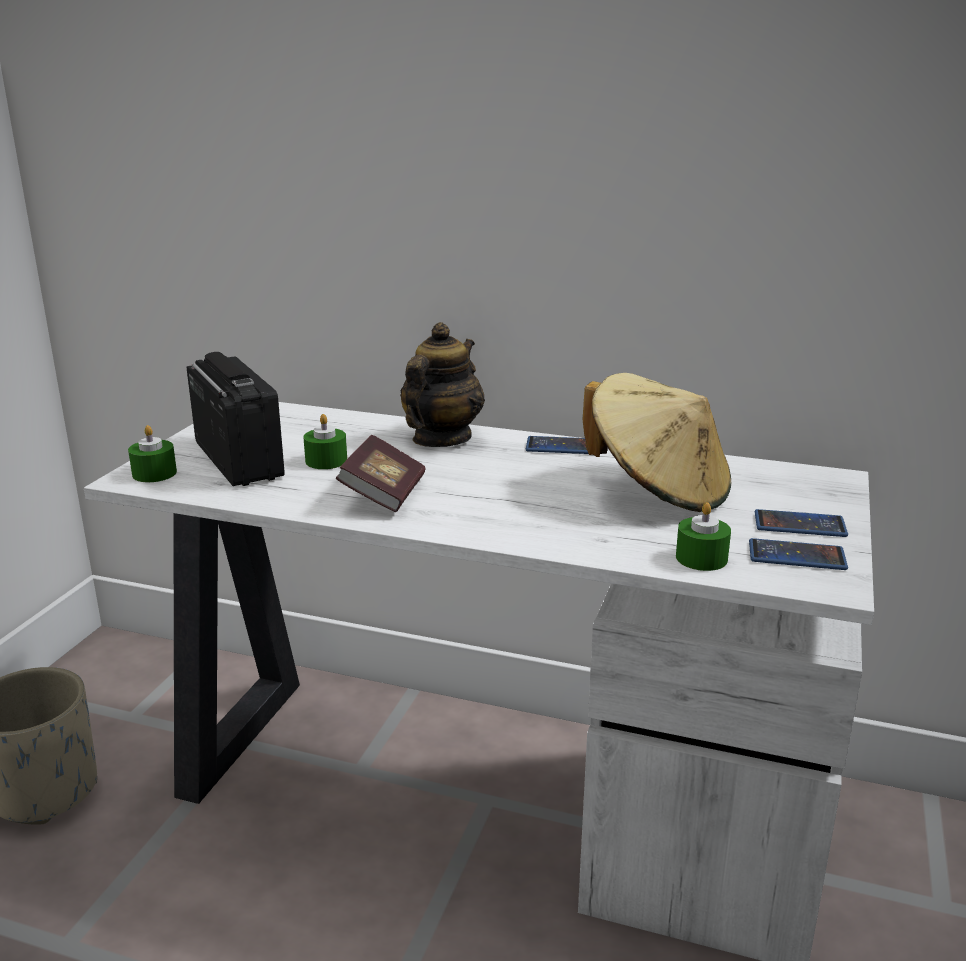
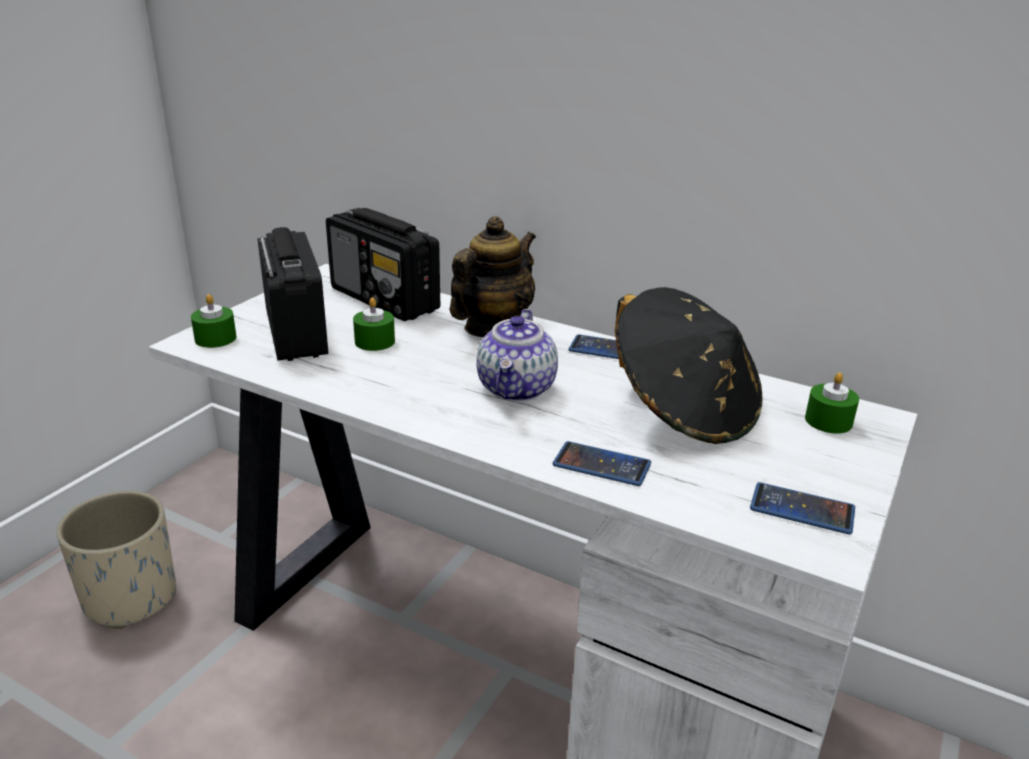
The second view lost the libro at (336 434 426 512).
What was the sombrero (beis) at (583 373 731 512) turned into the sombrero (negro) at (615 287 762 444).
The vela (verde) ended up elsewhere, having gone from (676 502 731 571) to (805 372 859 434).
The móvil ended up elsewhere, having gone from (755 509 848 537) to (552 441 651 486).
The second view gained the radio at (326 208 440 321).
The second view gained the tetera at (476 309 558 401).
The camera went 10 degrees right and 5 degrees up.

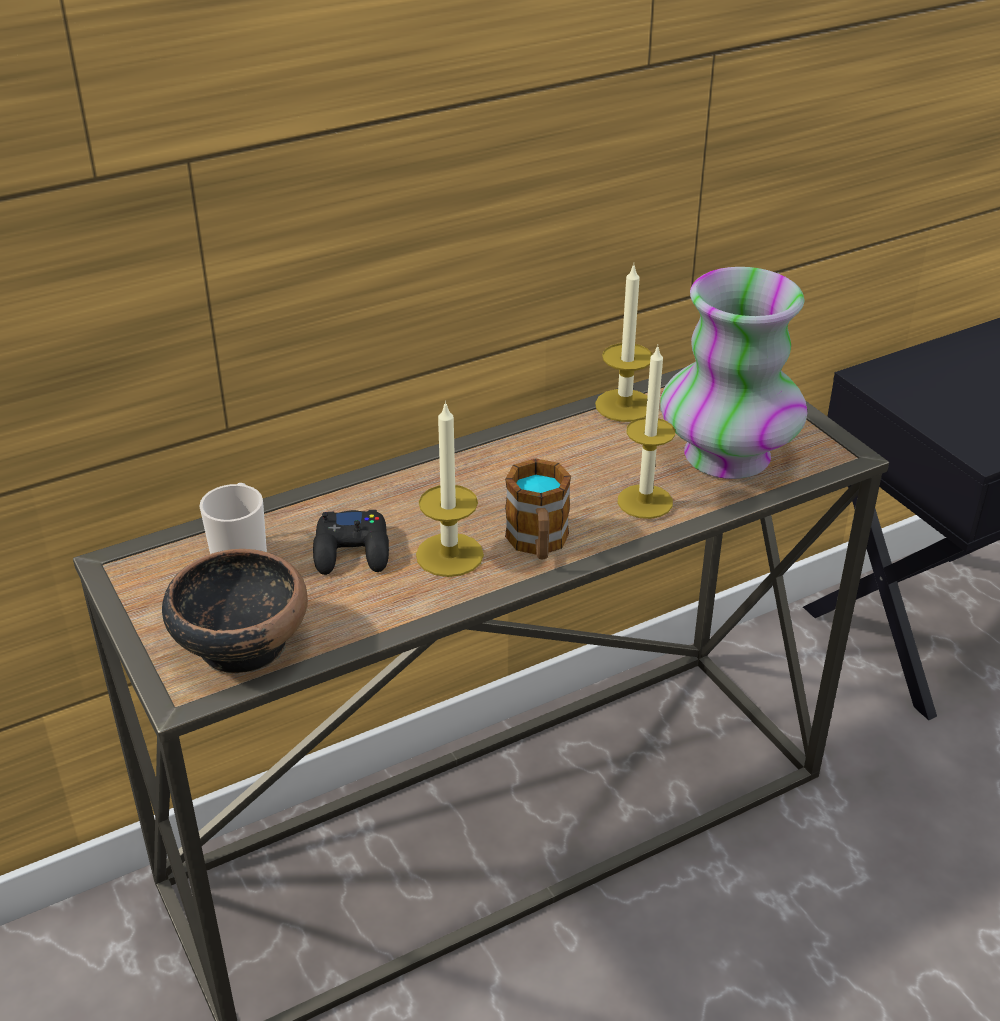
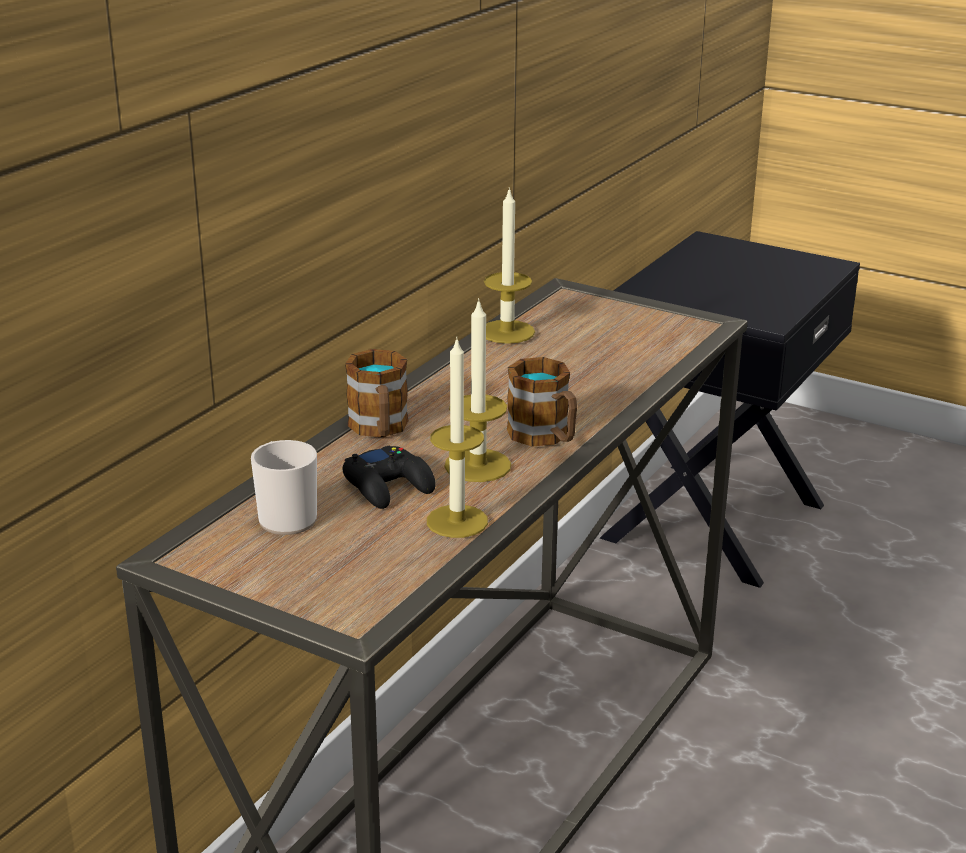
The second view lost the cuenco at (162 549 308 674).
The vela ended up elsewhere, having gone from (618 344 675 519) to (427 337 488 538).
The second view lost the florero at (660 267 807 479).
The second view gained the taza grande at (345 349 408 437).
The camera went 30 degrees left and 10 degrees down.

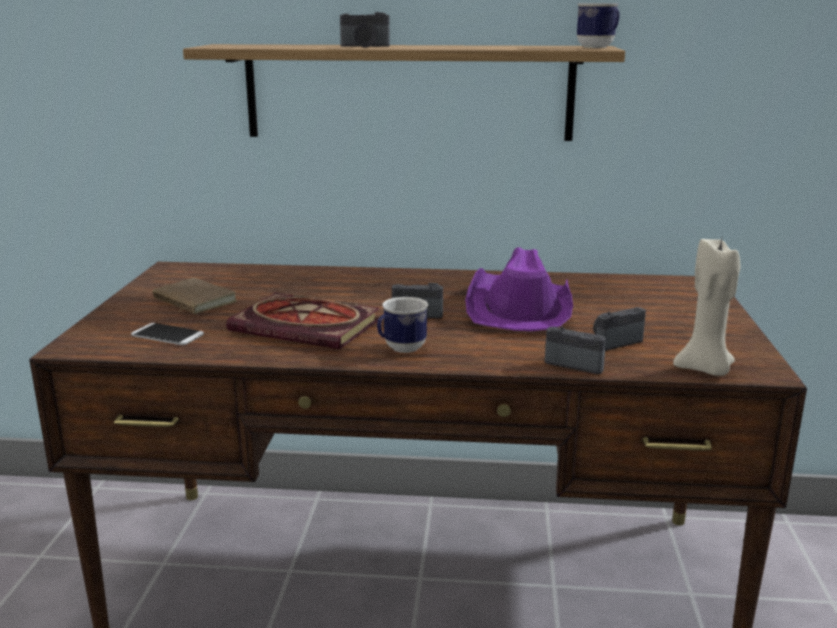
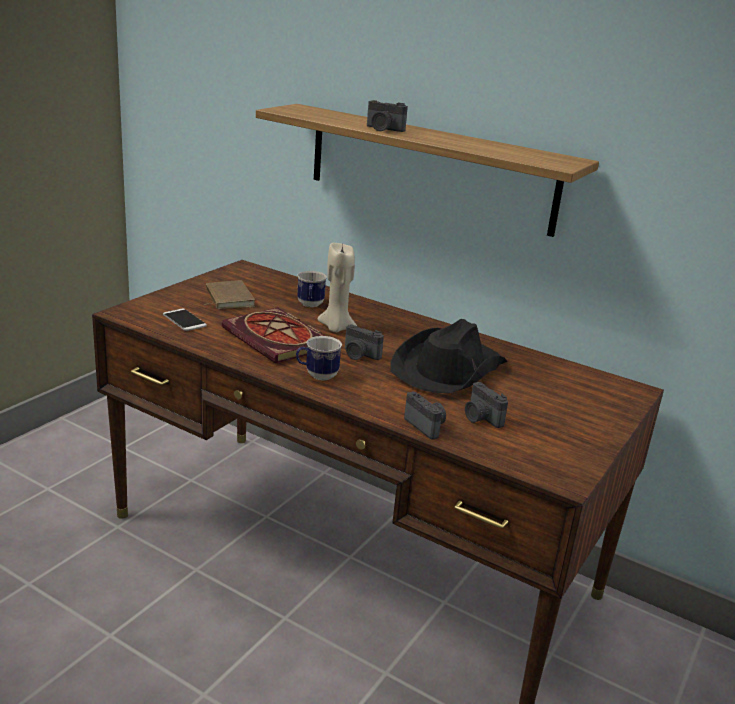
What was the sombrero (morado) at (465 247 573 331) turned into the sombrero (negro) at (390 319 507 393).
The taza grande ended up elsewhere, having gone from (577 3 620 48) to (297 271 327 307).
The cámara at (593 307 646 351) ended up facing another way, 120 degrees counterclockwise from before.
The vela (beis) ended up elsewhere, having gone from (673 239 740 376) to (318 243 357 332).
The camera went 25 degrees right and 5 degrees up.

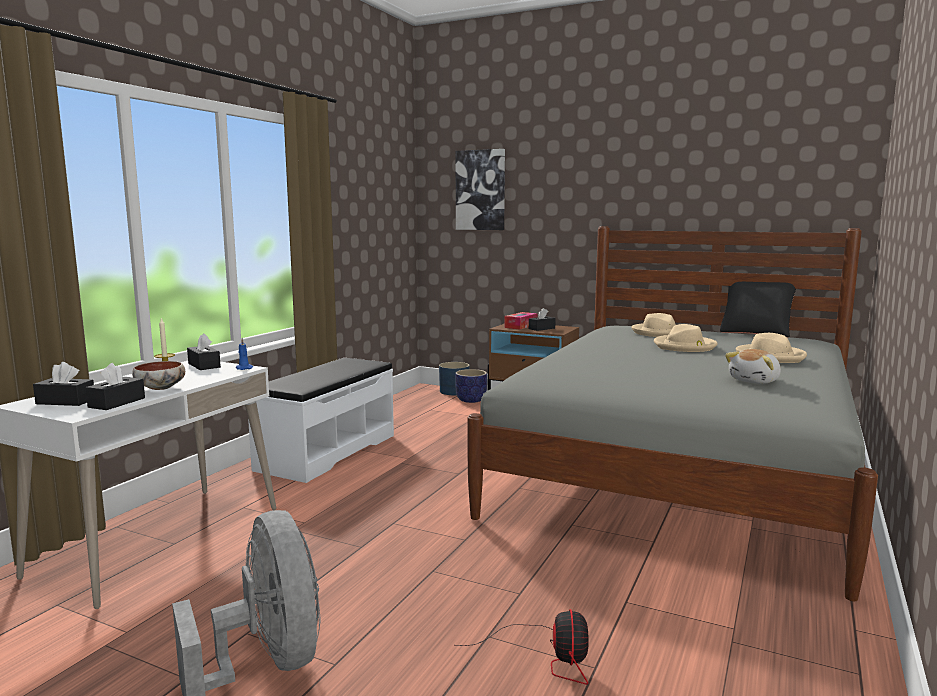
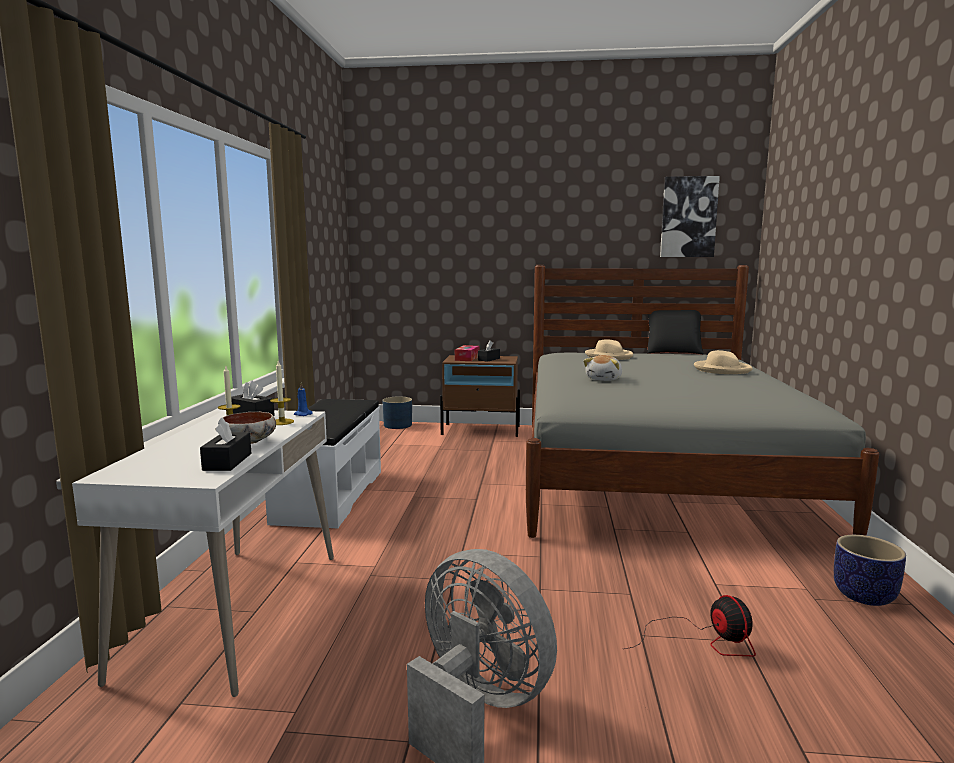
The second view lost the caja de pañuelos (negro) at (33 362 94 406).
The maceta ended up elsewhere, having gone from (455 369 487 403) to (834 535 906 606).
The cuadro ended up elsewhere, having gone from (456 149 505 230) to (660 176 720 257).
The second view lost the sombrero (beis) at (654 324 717 352).
The peluche ended up elsewhere, having gone from (725 349 781 384) to (583 355 622 381).
The second view gained the vela at (270 361 294 425).
The camera went 20 degrees left and 0 degrees up.

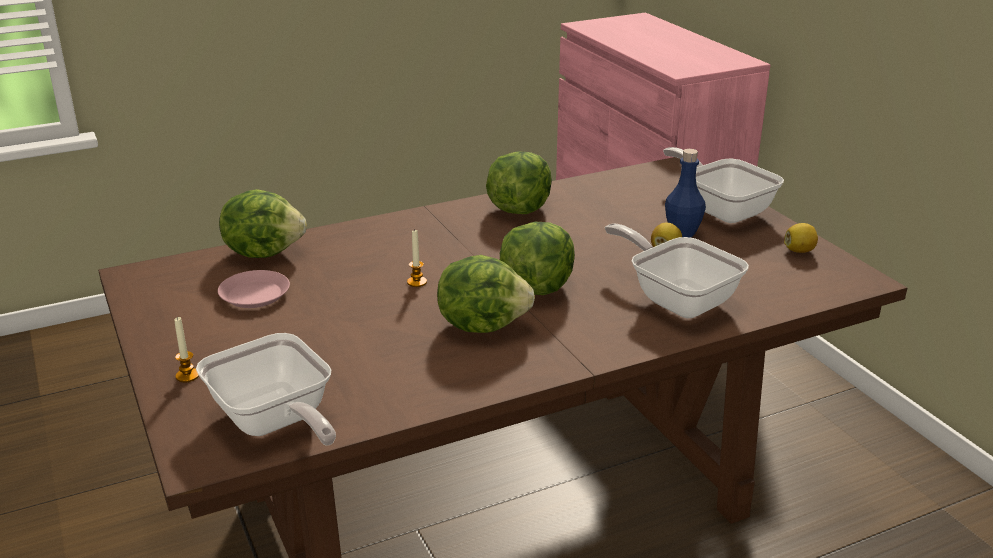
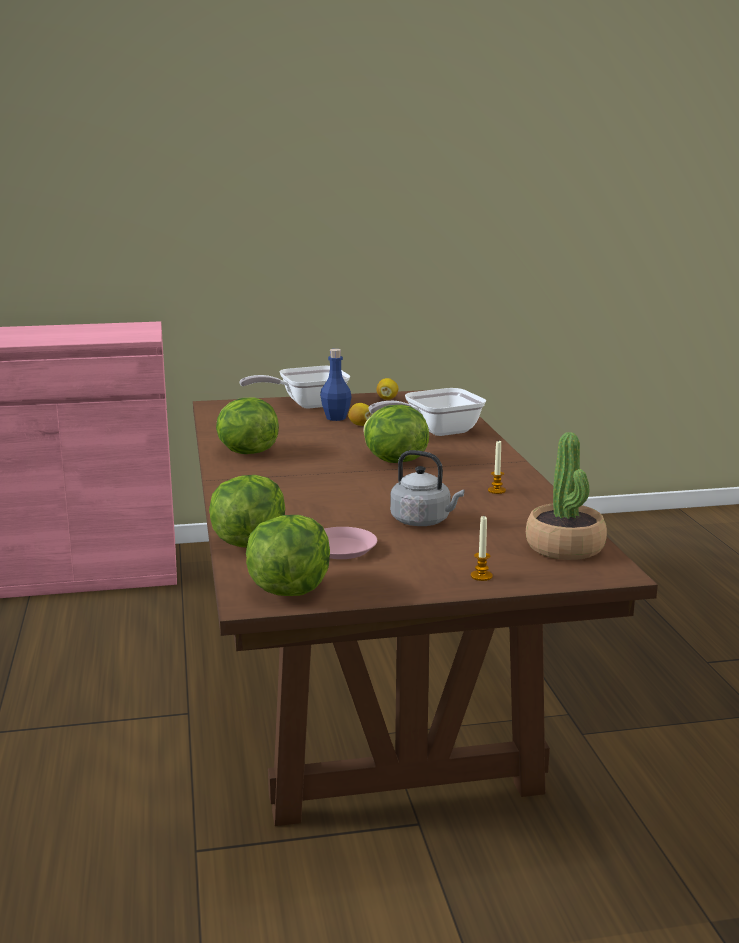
Where the sartén stood at (196 333 336 446), the planta en maceta came to stand at (526 432 607 560).
The vela ended up elsewhere, having gone from (407 229 427 287) to (488 441 506 494).
The lechuga ended up elsewhere, having gone from (437 255 535 333) to (246 515 330 596).
The second view gained the hervidor (gris) at (390 450 464 526).
The camera went 75 degrees left and 10 degrees down.

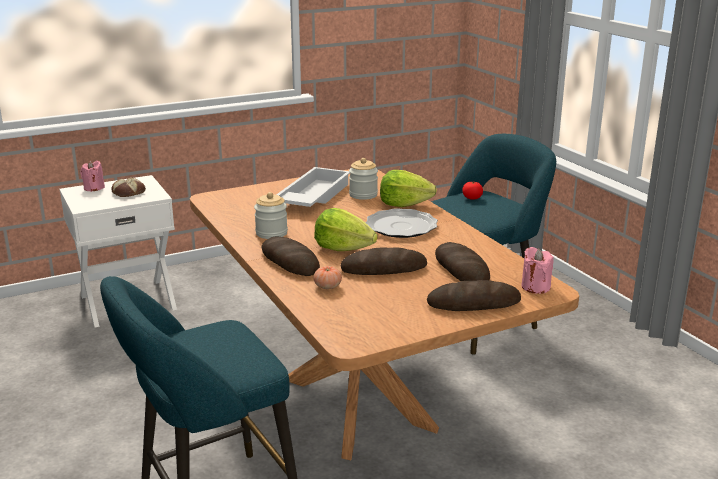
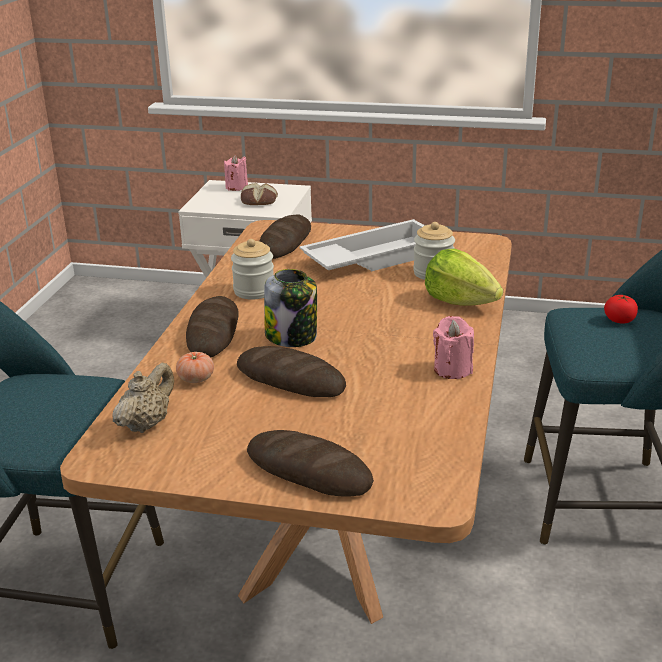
Where the lechuga stood at (314 208 378 251), the tarro came to stand at (264 269 317 347).
The second view lost the plato at (366 208 438 238).
The pan ended up elsewhere, having gone from (435 242 490 281) to (259 214 311 259).
The vela (rosa) ended up elsewhere, having gone from (522 247 554 294) to (433 316 474 379).
The second view gained the tetera (beis) at (112 363 174 433).
The camera went 40 degrees right and 5 degrees up.

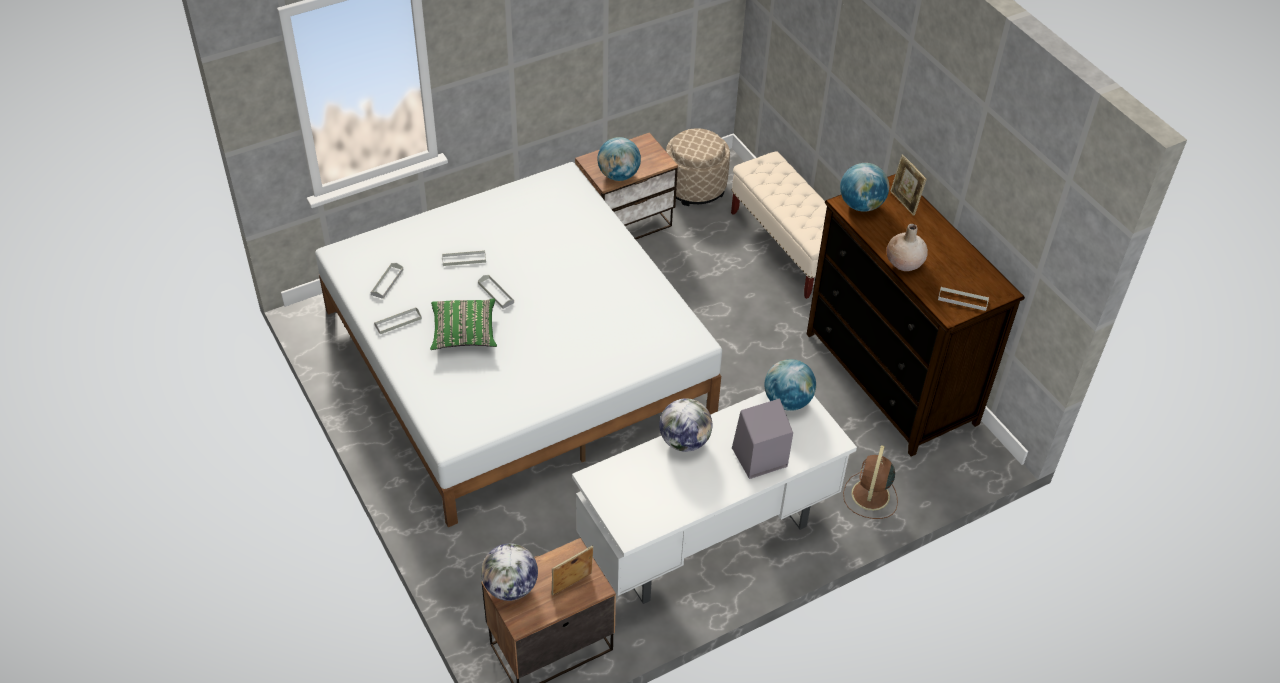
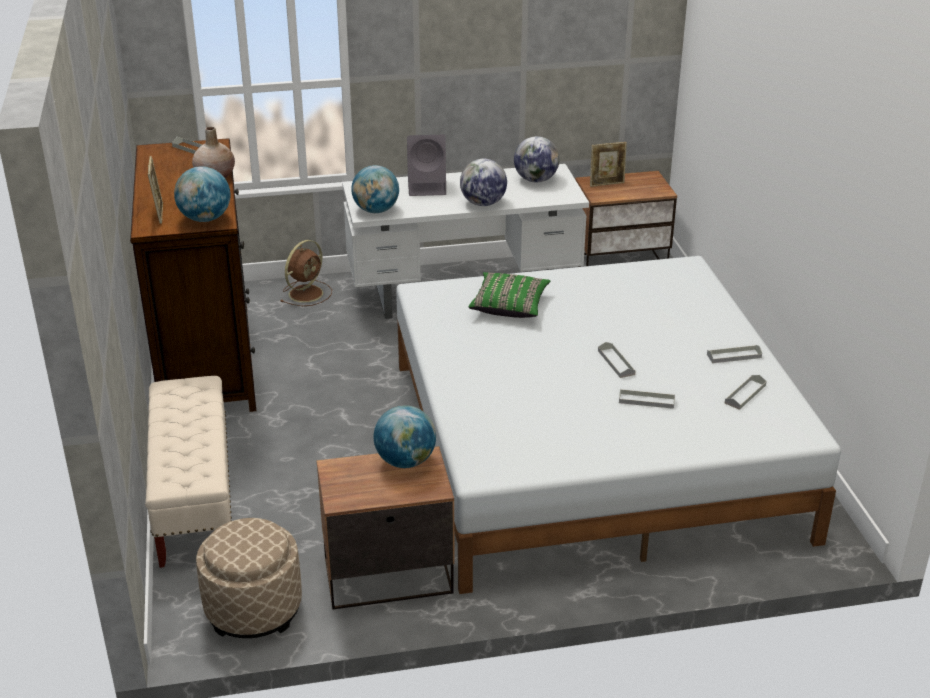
The cojín (verde) ended up elsewhere, having gone from (430 298 497 350) to (468 272 551 318).
The globo terráqueo ended up elsewhere, having gone from (481 543 538 601) to (514 136 560 182).
The camera went 160 degrees left and 15 degrees down.

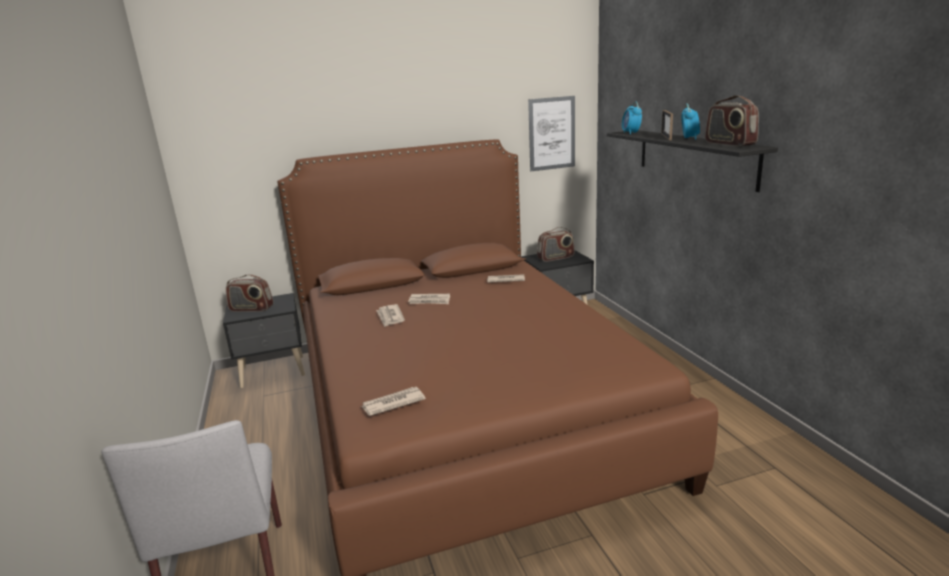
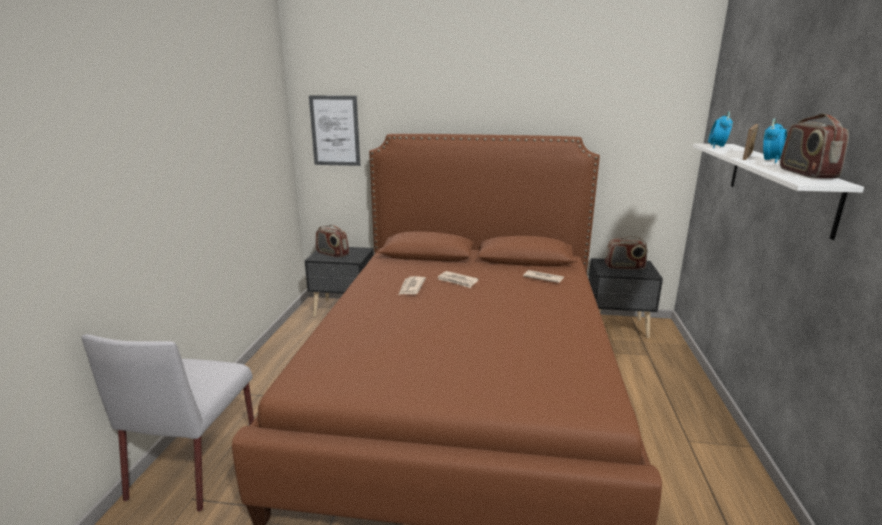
The second view lost the periódico at (361 387 426 416).
The cuadro ended up elsewhere, having gone from (528 96 575 171) to (309 95 360 166).
What was the estante (negro) at (607 130 778 192) turned into the estante (blanco) at (693 143 864 240).
The camera went 25 degrees right and 0 degrees up.

